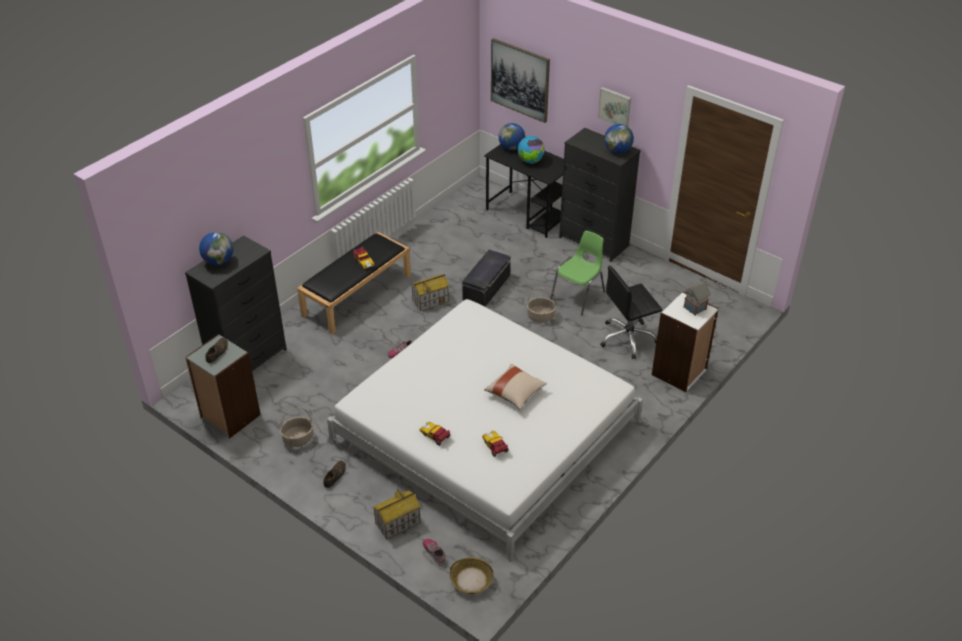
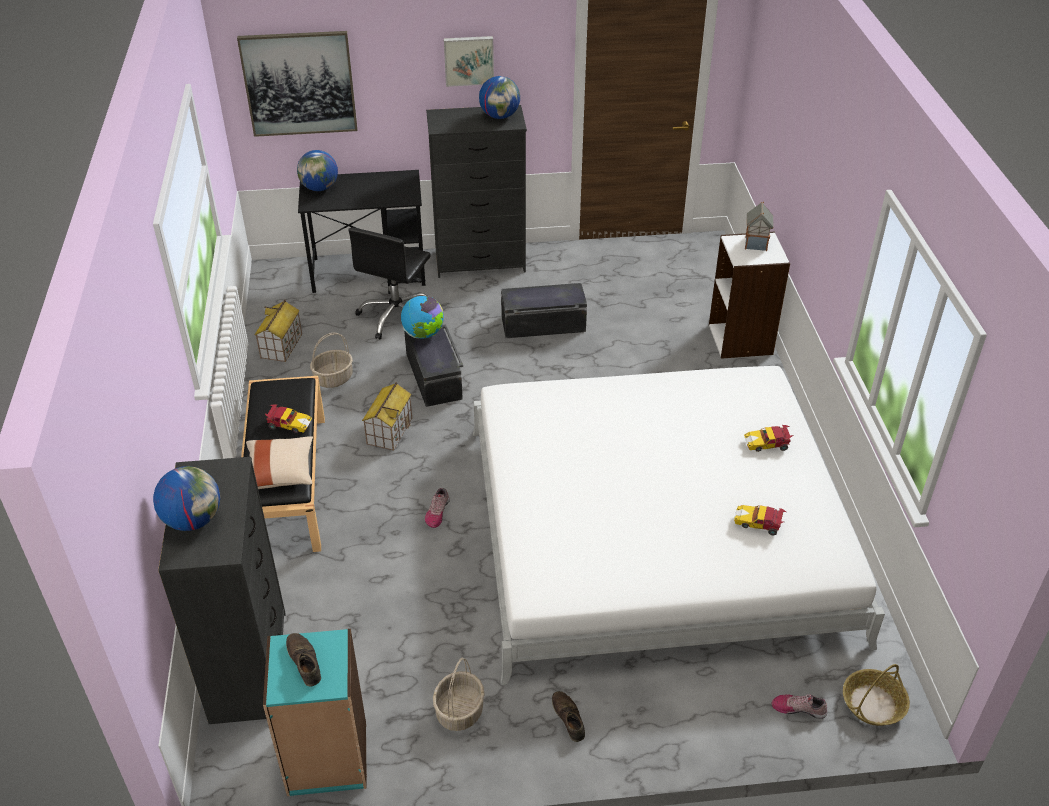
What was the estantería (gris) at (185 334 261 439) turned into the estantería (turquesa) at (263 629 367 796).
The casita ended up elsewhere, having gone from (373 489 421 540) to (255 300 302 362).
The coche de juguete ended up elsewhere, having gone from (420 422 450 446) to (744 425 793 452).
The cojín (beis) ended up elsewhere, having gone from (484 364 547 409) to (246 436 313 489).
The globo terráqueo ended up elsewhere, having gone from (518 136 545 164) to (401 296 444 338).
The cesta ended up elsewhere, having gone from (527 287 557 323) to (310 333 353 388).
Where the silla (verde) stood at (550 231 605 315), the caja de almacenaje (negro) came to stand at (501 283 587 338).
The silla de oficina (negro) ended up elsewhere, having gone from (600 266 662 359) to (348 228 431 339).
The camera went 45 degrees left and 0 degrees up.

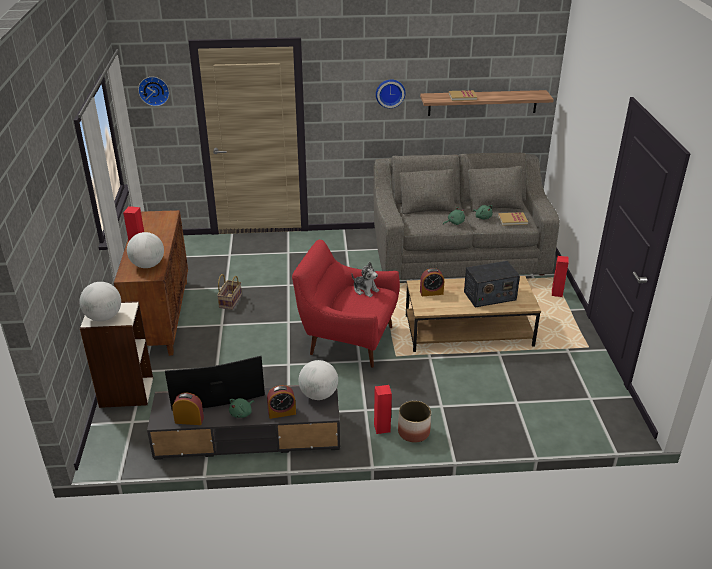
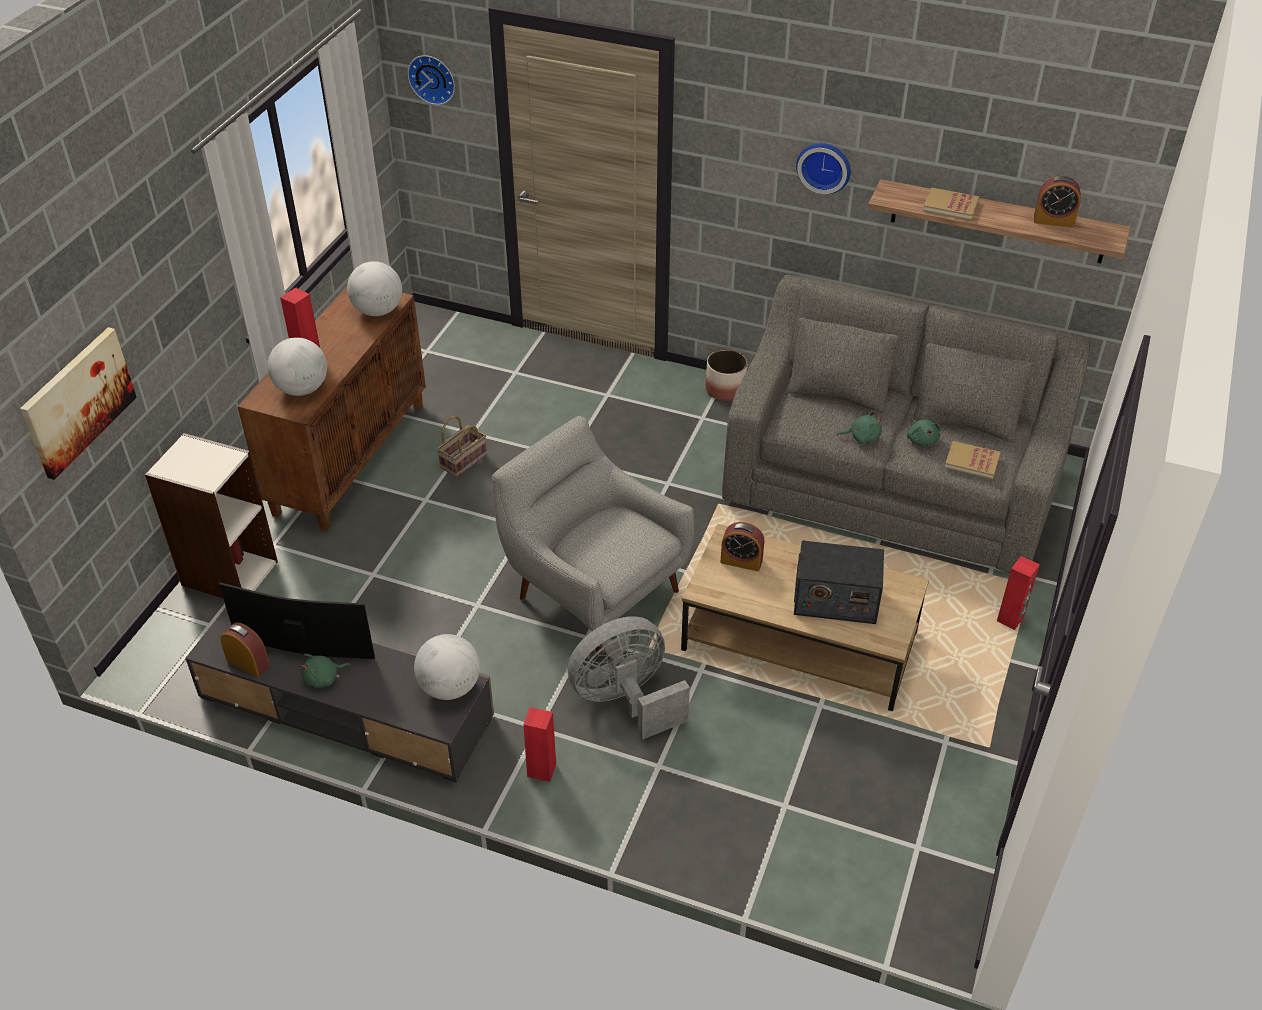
The globo terráqueo ended up elsewhere, having gone from (79 282 121 321) to (347 261 402 316).
The despertador ended up elsewhere, having gone from (267 385 296 419) to (1034 176 1081 227).
What was the sillón (rojo) at (292 240 400 368) turned into the sillón (gris) at (492 416 694 656).
The second view lost the peluche at (351 262 379 297).
The maceta ended up elsewhere, having gone from (398 401 431 443) to (706 349 748 401).
The second view gained the cuadro at (20 327 137 480).
The second view gained the ventilador (gris) at (567 616 690 740).
The camera went 25 degrees right and 10 degrees up.

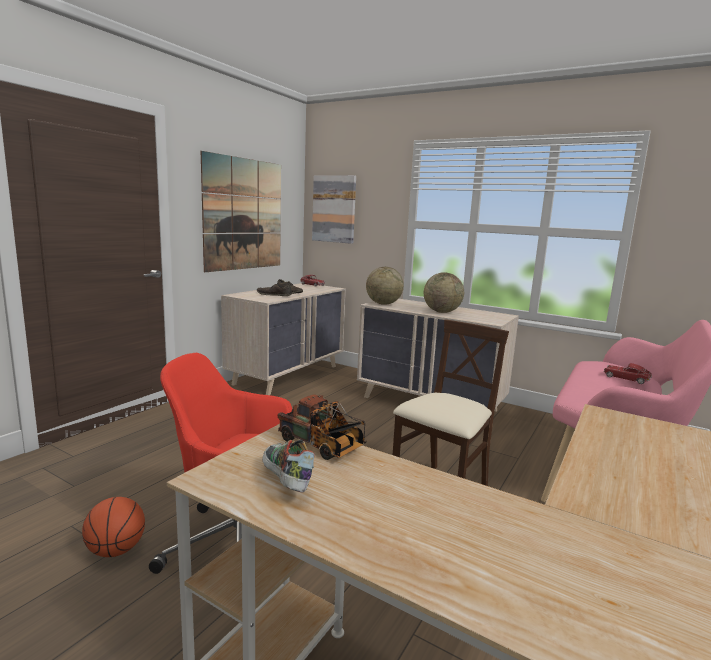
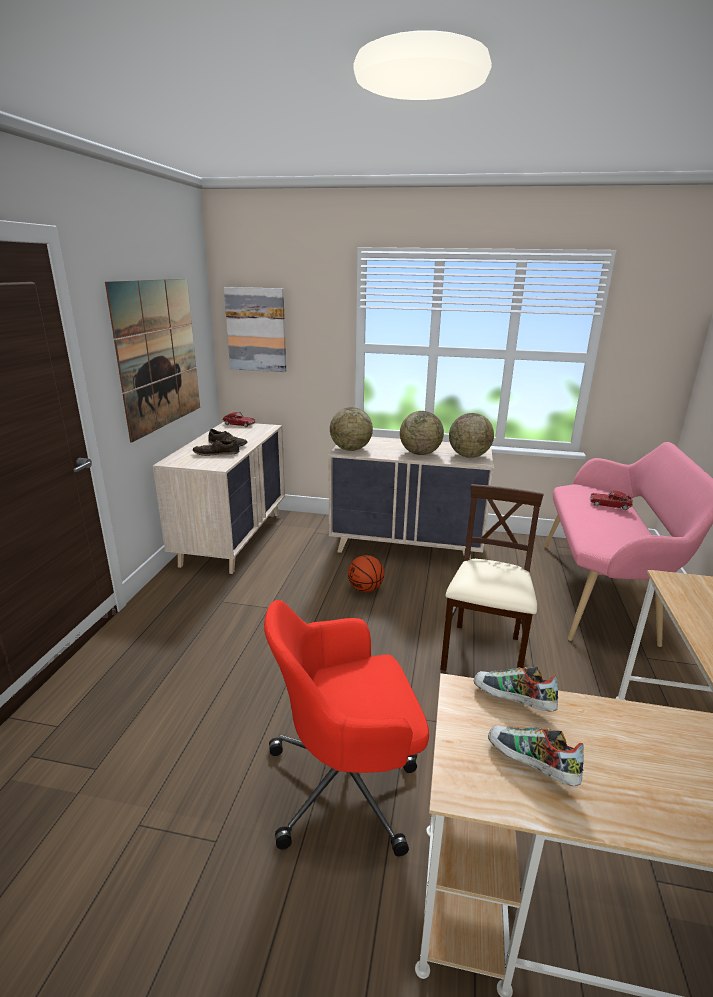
The balón de baloncesto ended up elsewhere, having gone from (82 497 145 557) to (348 555 384 592).
Where the camión de juguete stood at (278 394 367 460), the zapato came to stand at (474 667 558 711).
The second view gained the globo terráqueo at (449 413 494 458).
The camera went 20 degrees left and 10 degrees up.

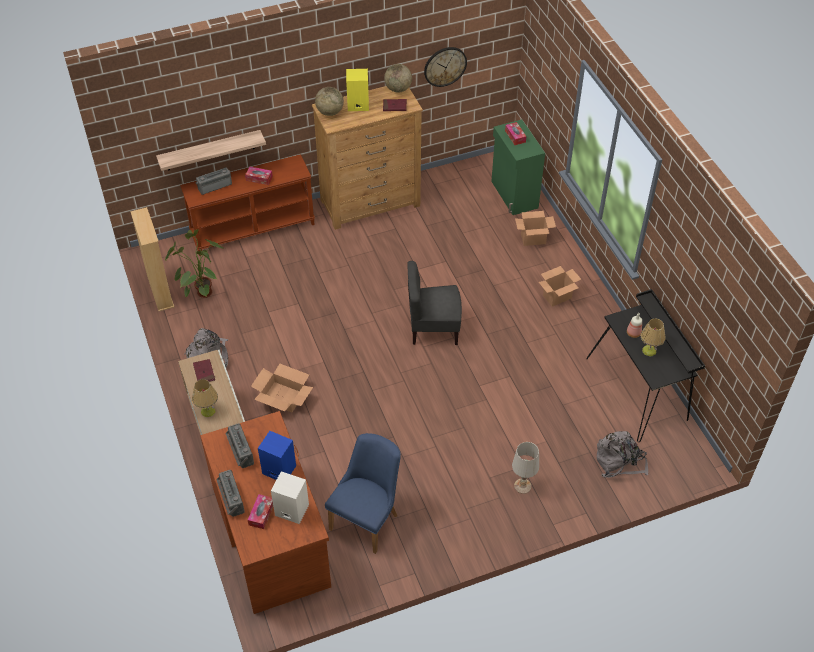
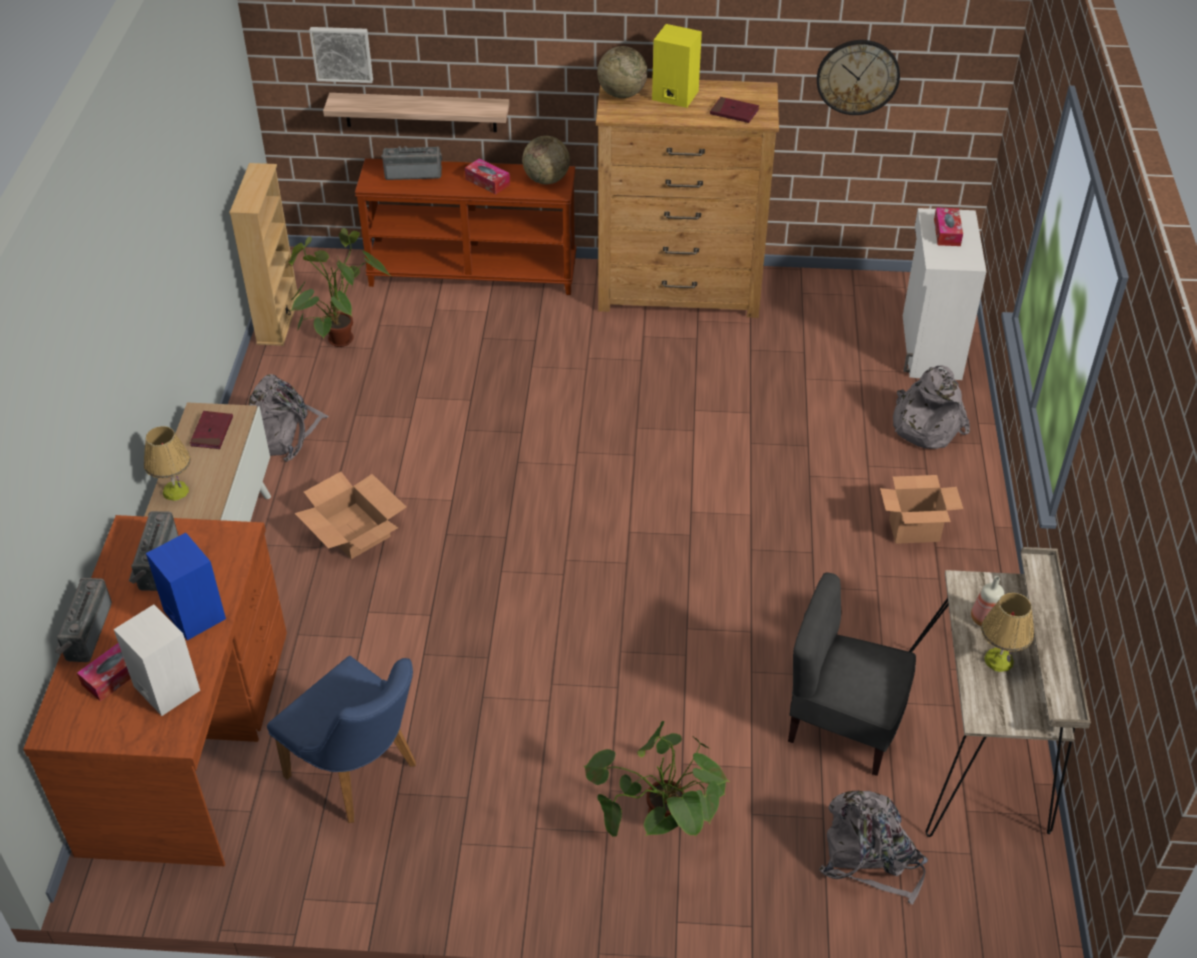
The silla (azul) at (325 433 401 554) ended up facing another way, 75 degrees clockwise from before.
The globo terráqueo ended up elsewhere, having gone from (384 64 412 93) to (522 136 570 184).
The silla (gris) ended up elsewhere, having gone from (408 261 462 345) to (788 573 916 776).
What was the armario (verde) at (491 119 545 215) turned into the armario (blanco) at (903 208 987 380).
Where the lámpara de mesa (blanco) stood at (512 442 539 494), the planta en maceta came to stand at (584 721 729 837).
Where the caja de cartón stood at (515 211 556 246), the mochila (gris) came to stand at (893 365 970 449).
What was the escritorio (negro) at (586 289 705 442) turned into the escritorio (beis) at (909 547 1091 837).
The second view gained the cuadro at (309 27 373 83).
The camera went 25 degrees right and 5 degrees down.

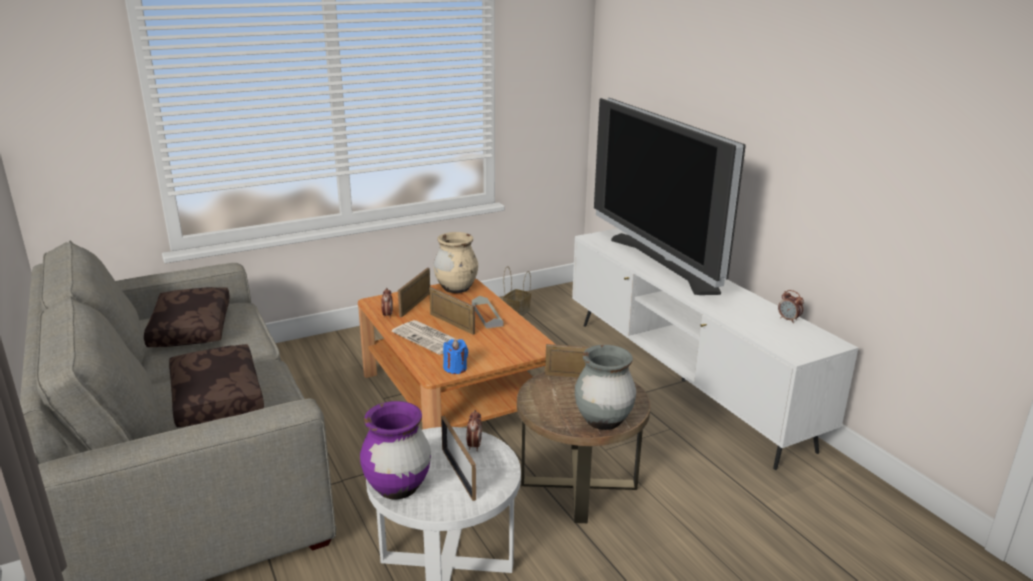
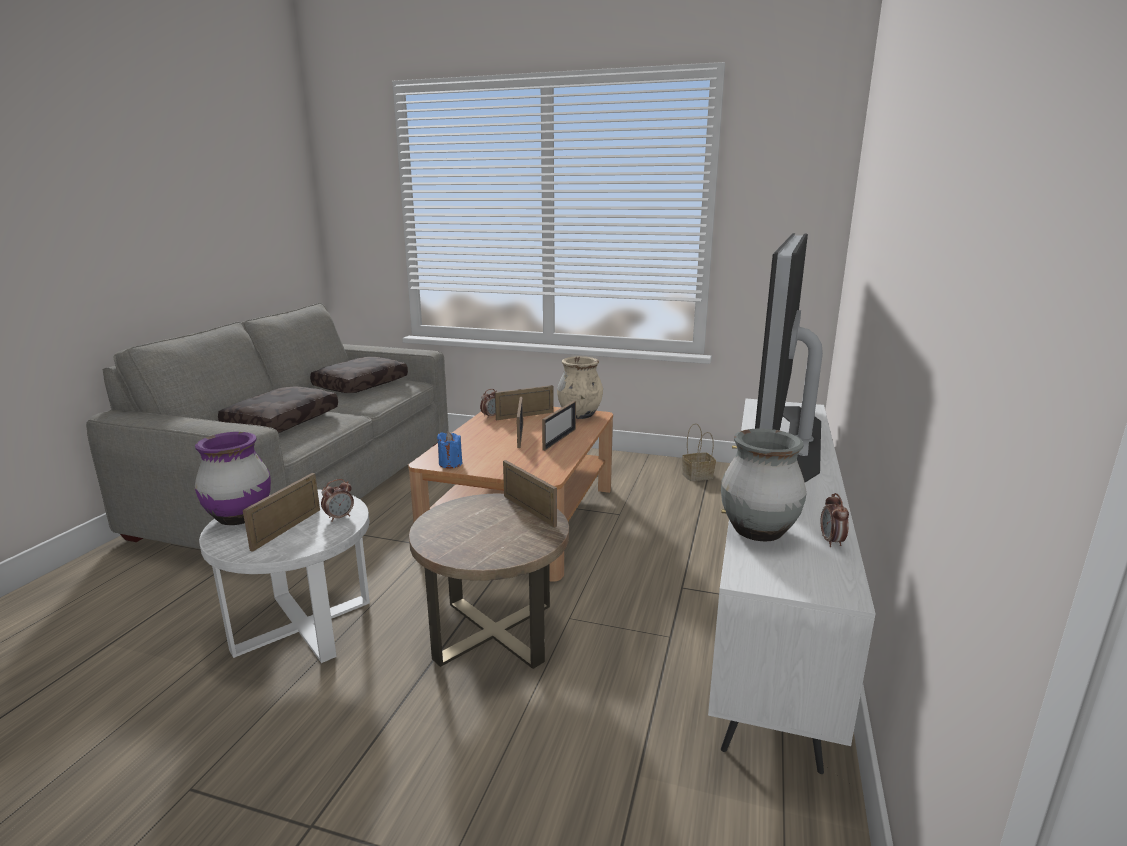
The second view lost the periódico at (392 320 458 355).
Where the bandeja (gris) stood at (472 296 503 329), the portarretratos came to stand at (542 401 576 451).
The florero (gris) ended up elsewhere, having gone from (575 345 636 430) to (721 428 807 541).
The camera went 45 degrees right and 5 degrees down.

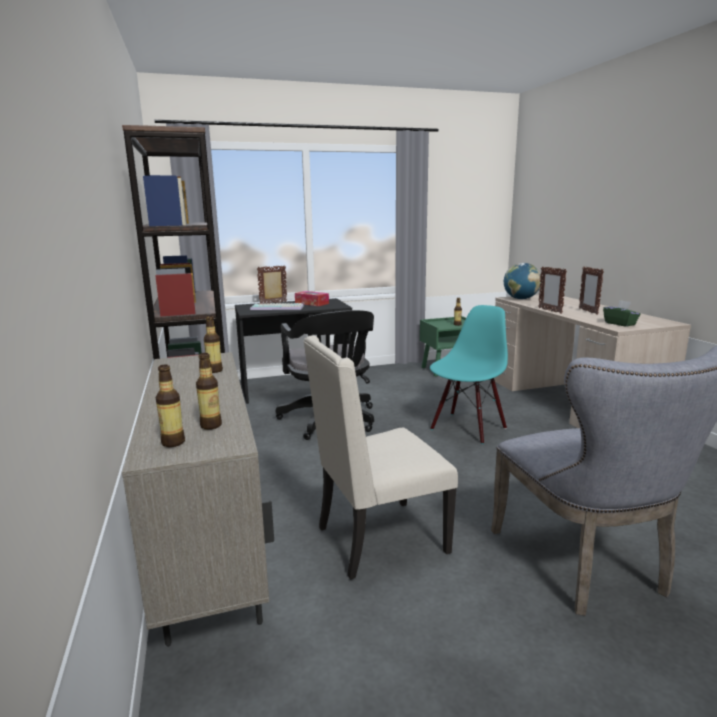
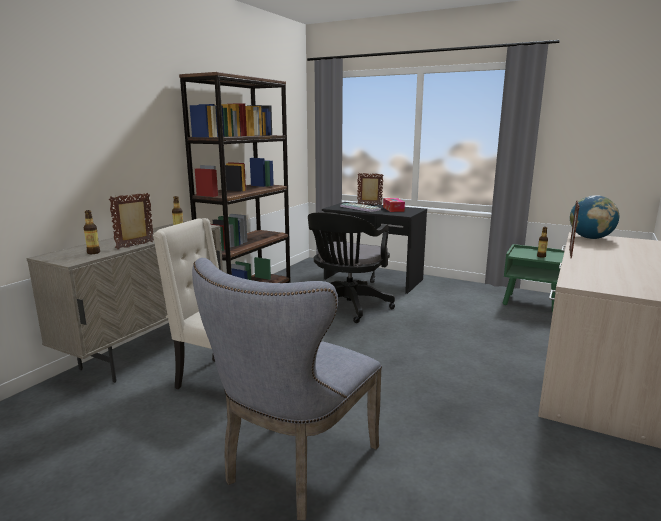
The second view lost the botella at (156 365 185 447).
The second view lost the silla (turquesa) at (430 305 508 444).
The portarretratos ended up elsewhere, having gone from (579 266 604 315) to (109 193 154 249).
The second view lost the caja de pañuelos (verde) at (603 300 641 327).
The camera went 45 degrees right and 0 degrees up.

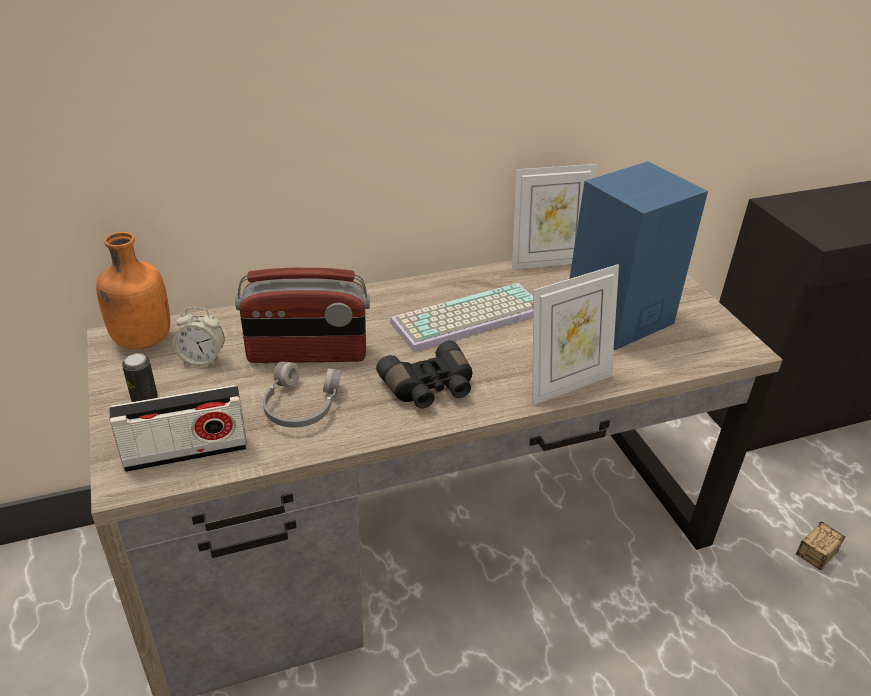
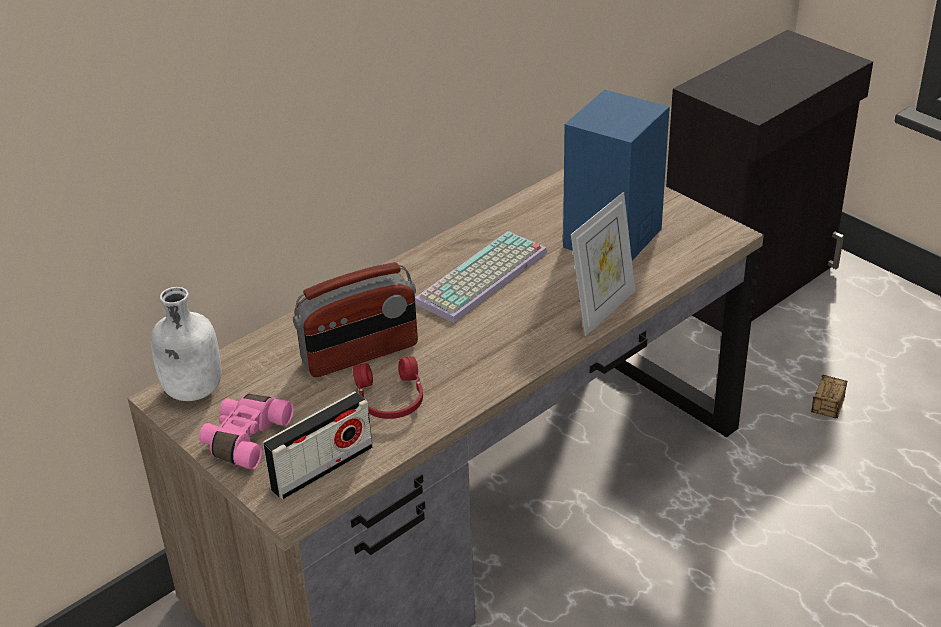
What was the botella (naranja) at (96 232 170 349) turned into the botella (blanco) at (150 287 222 401).
Where the lata stood at (122 353 158 402), the prismáticos (rosa) came to stand at (199 394 294 469).
The second view lost the despertador at (172 307 225 366).
What was the auriculares (gris) at (263 361 341 427) turned into the auriculares (rojo) at (353 357 423 419).
The second view lost the prismáticos (negro) at (376 340 473 409).
The second view lost the portarretratos at (512 164 597 270).
The camera went 20 degrees left and 0 degrees up.

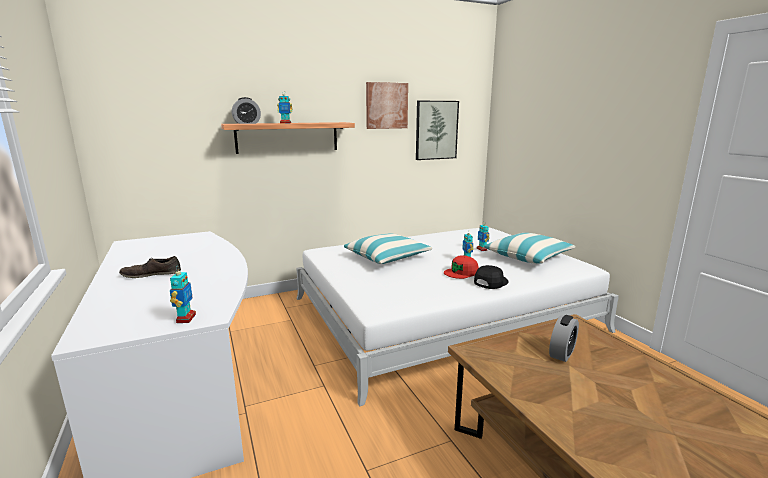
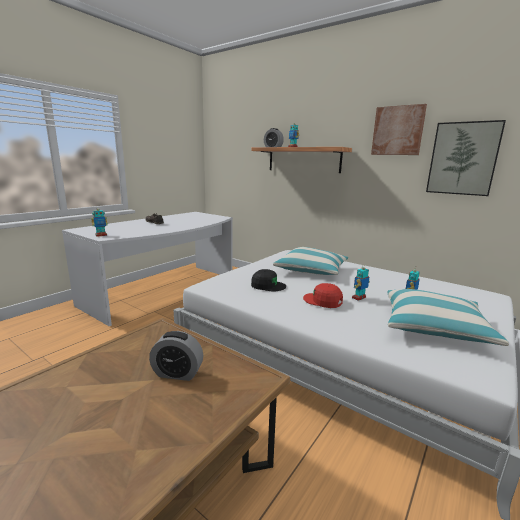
The gorra (negro) ended up elsewhere, having gone from (474 265 508 289) to (251 269 286 292).
The camera went 60 degrees right and 0 degrees up.

